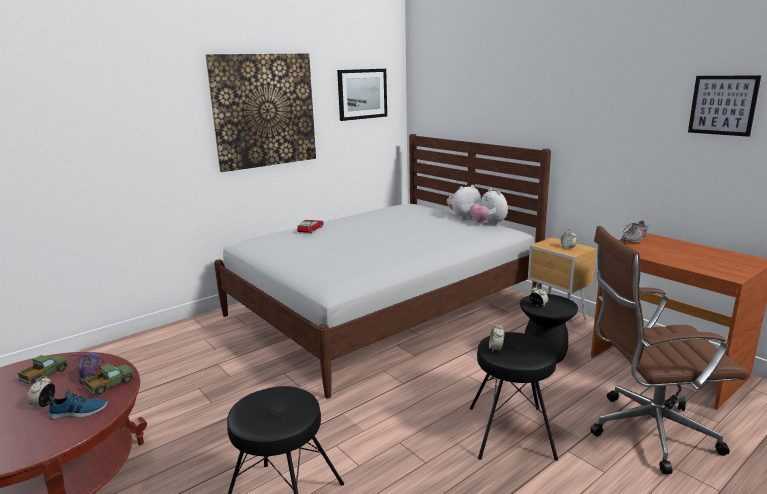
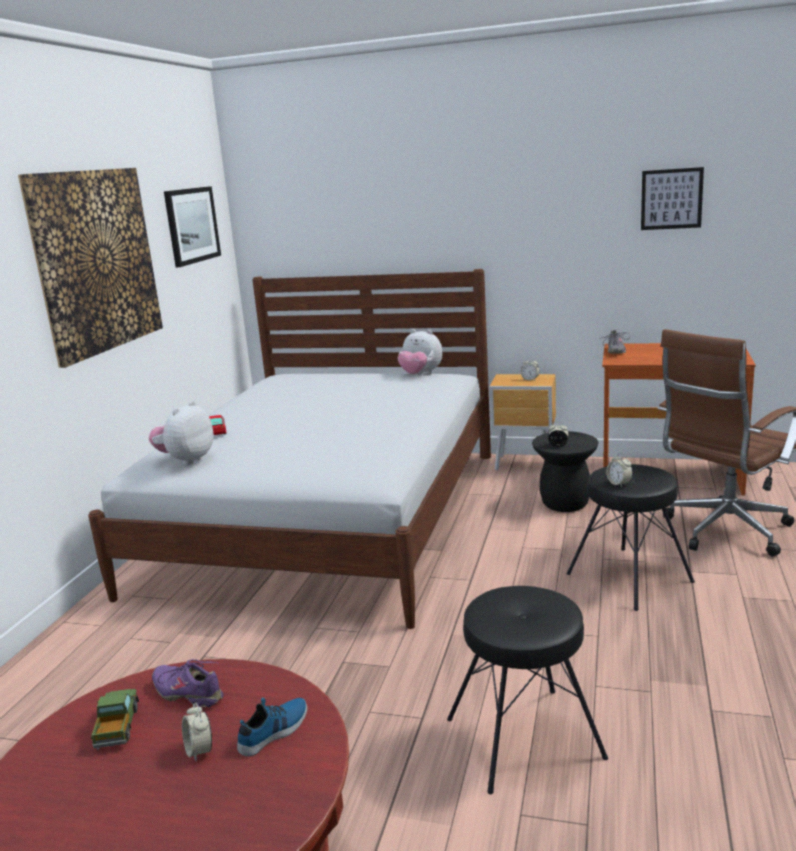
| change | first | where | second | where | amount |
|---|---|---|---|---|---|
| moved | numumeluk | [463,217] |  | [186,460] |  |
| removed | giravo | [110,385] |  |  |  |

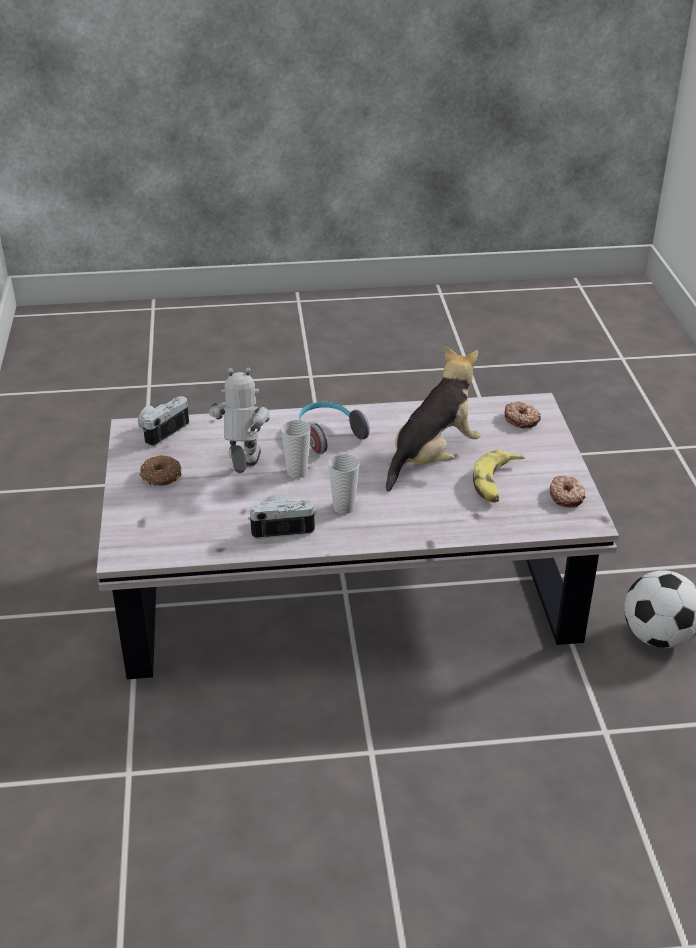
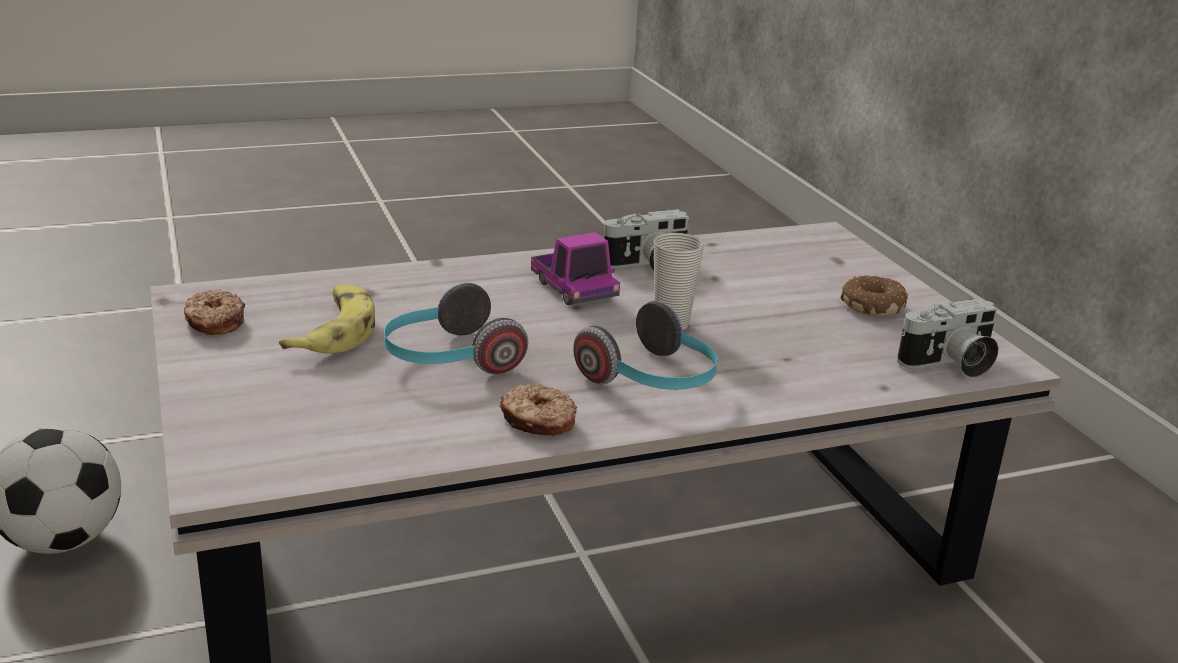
| change | first | where | second | where | amount |
|---|---|---|---|---|---|
| replaced | numumeluk | [432,458] | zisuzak | [448,359] |  |
| moved | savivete | [521,419] |  | [538,421] |  |
| replaced | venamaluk | [343,507] | giravo | [573,289] |  |
| turned | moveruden | [162,430] |  | [950,364] | 45 degrees clockwise |
| removed | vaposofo | [243,470] |  |  |  |

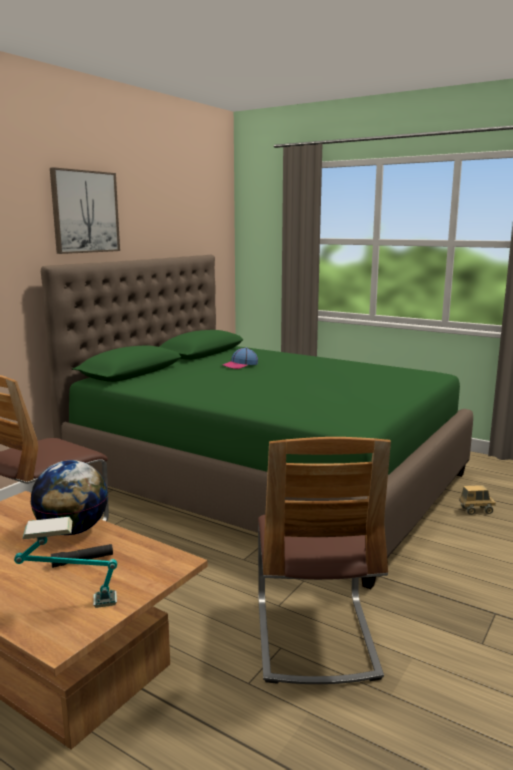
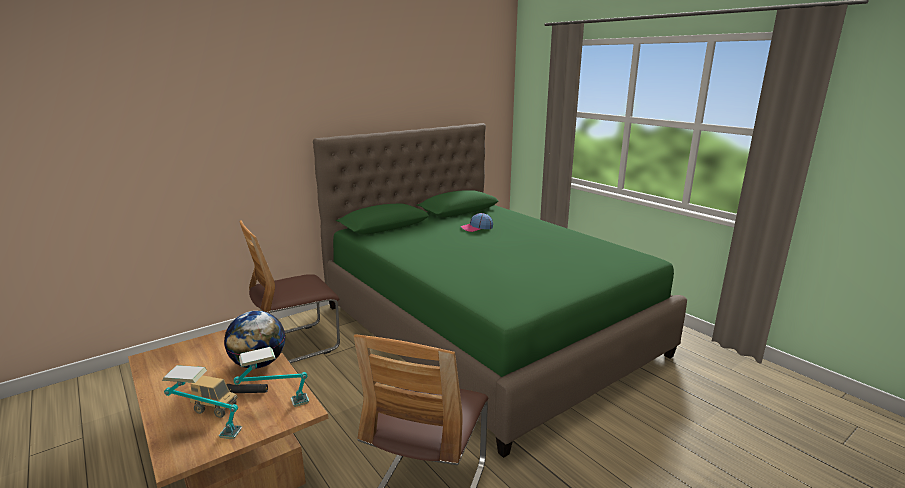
| change | first | where | second | where | amount |
|---|---|---|---|---|---|
| moved | giravo | [476,511] |  | [215,409] |  |
| added |  |  | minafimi | [275,407] |  |
| removed | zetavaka | [85,212] |  |  |  |

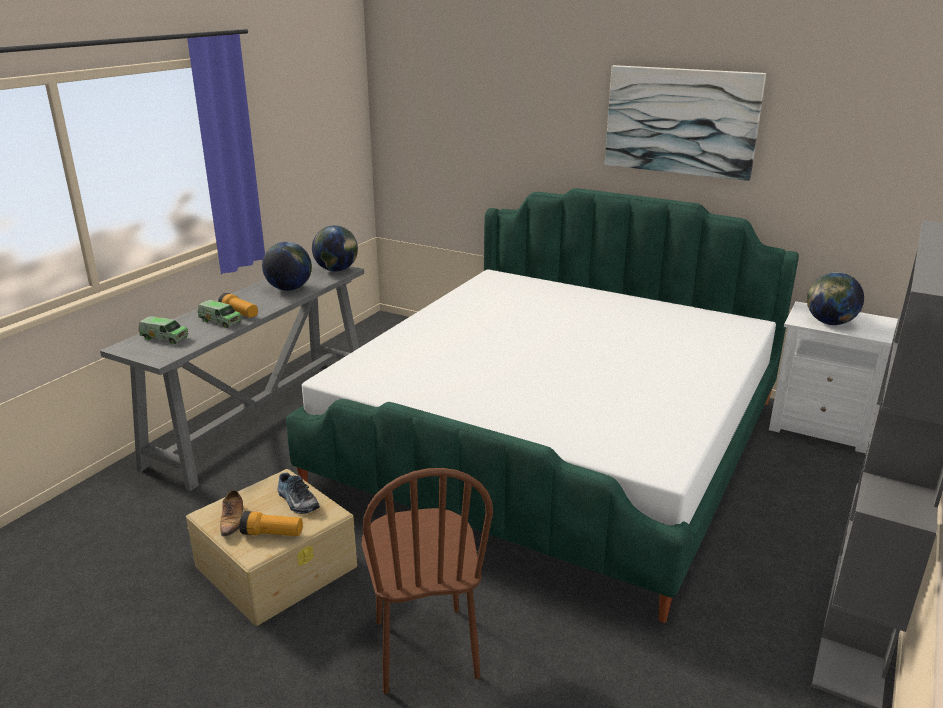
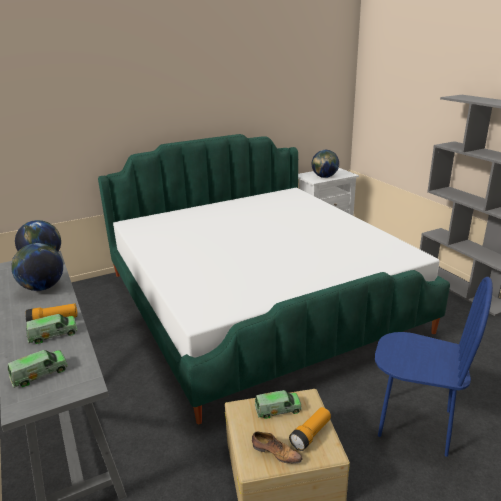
| change | first | where | second | where | amount |
|---|---|---|---|---|---|
| replaced | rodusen | [296,501] | giravo | [277,410] |  |
| recoloured | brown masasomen | [424,649] | blue masasomen | [415,423] |  |
| removed | zetavaka | [681,121] |  |  |  |

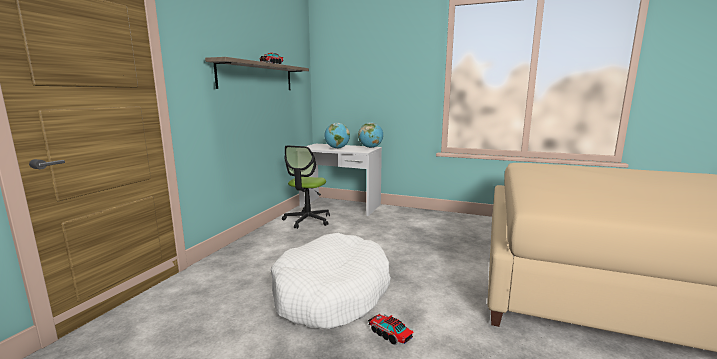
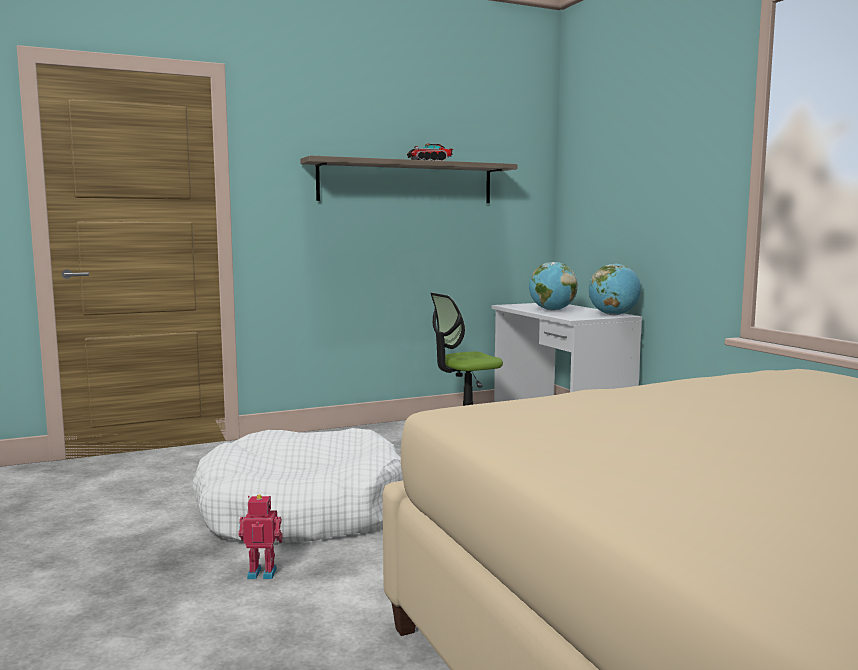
| change | first | where | second | where | amount |
|---|---|---|---|---|---|
| replaced | giravo | [389,335] | vaposofo | [262,572] |  |

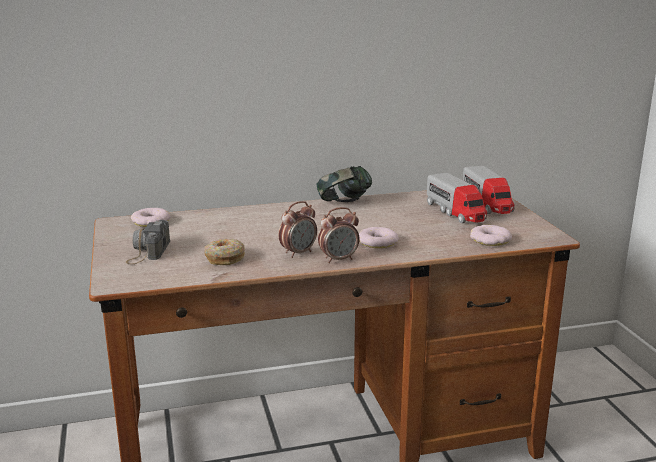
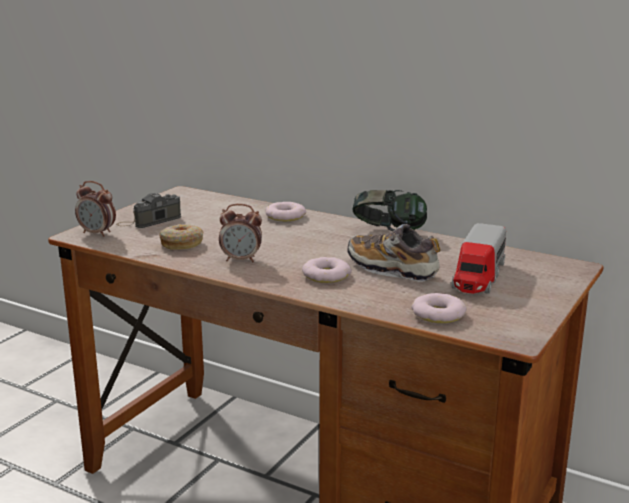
| change | first | where | second | where | amount |
|---|---|---|---|---|---|
| moved | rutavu | [338,259] |  | [97,233] |  |
| moved | savivete | [150,221] |  | [285,216] |  |
| added |  |  | rodusen | [392,269] |  |
| removed | giravo | [487,203] |  |  |  |

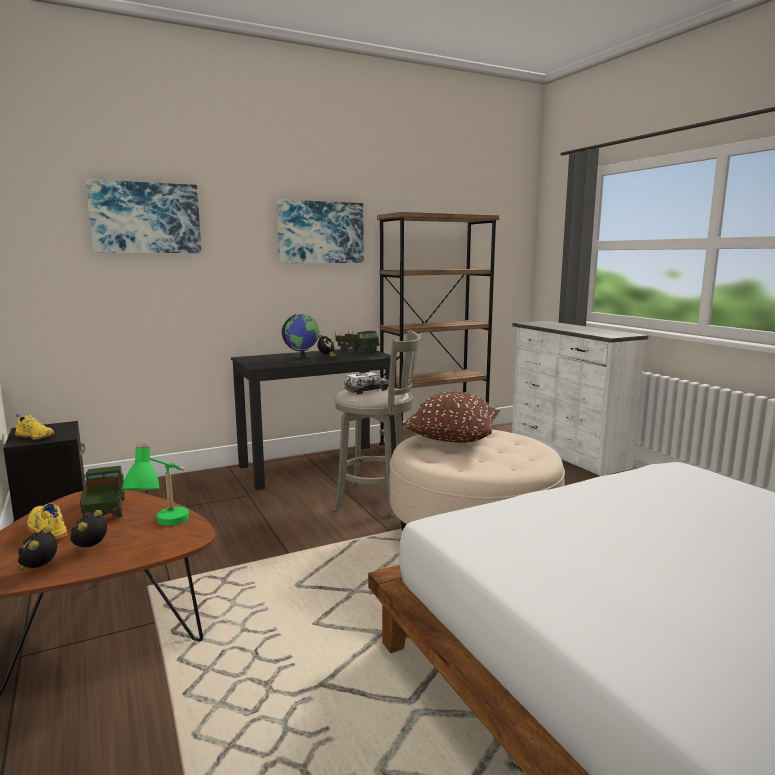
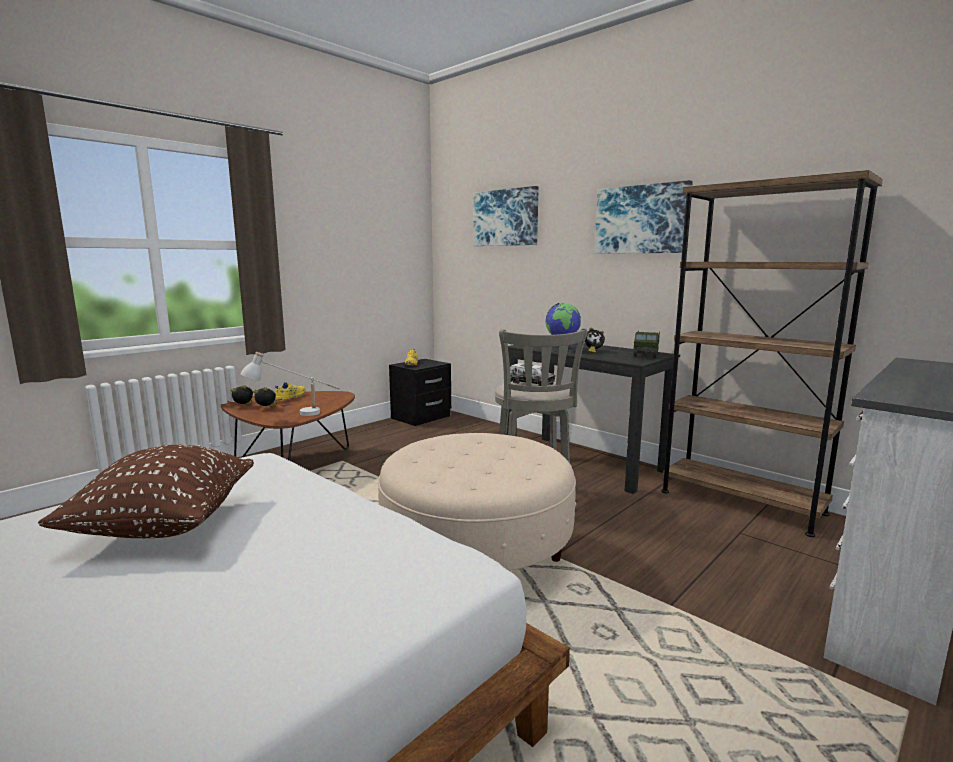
| change | first | where | second | where | amount |
|---|---|---|---|---|---|
| moved | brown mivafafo | [452,440] |  | [165,526] |  |
| recoloured | green minafimi | [166,529] | white minafimi | [294,415] |  |
| removed | giravo | [105,511] |  |  |  |

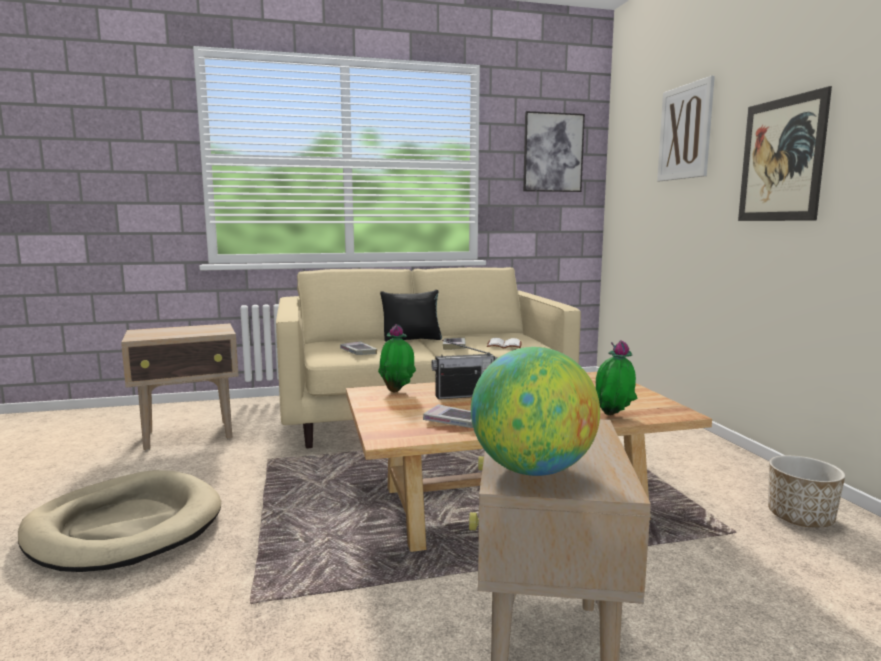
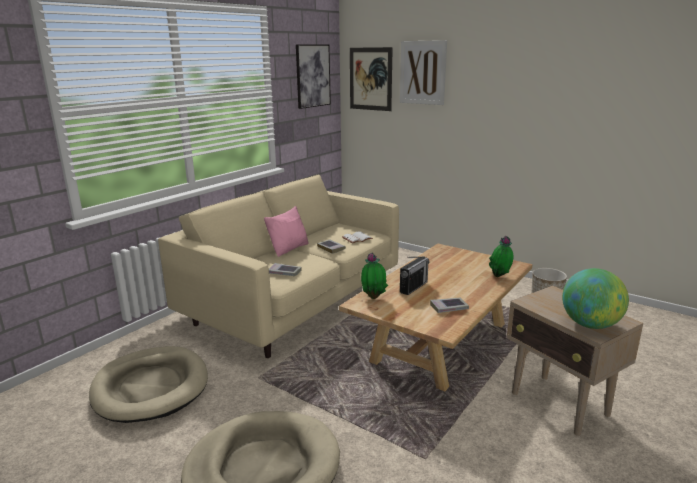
| change | first | where | second | where | amount |
|---|---|---|---|---|---|
| replaced | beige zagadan | [189,435] | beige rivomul | [151,387] |  |
| recoloured | black mivafafo | [412,339] | pink mivafafo | [288,249] |  |
| moved | zetavaka | [781,160] |  | [370,79] |  |

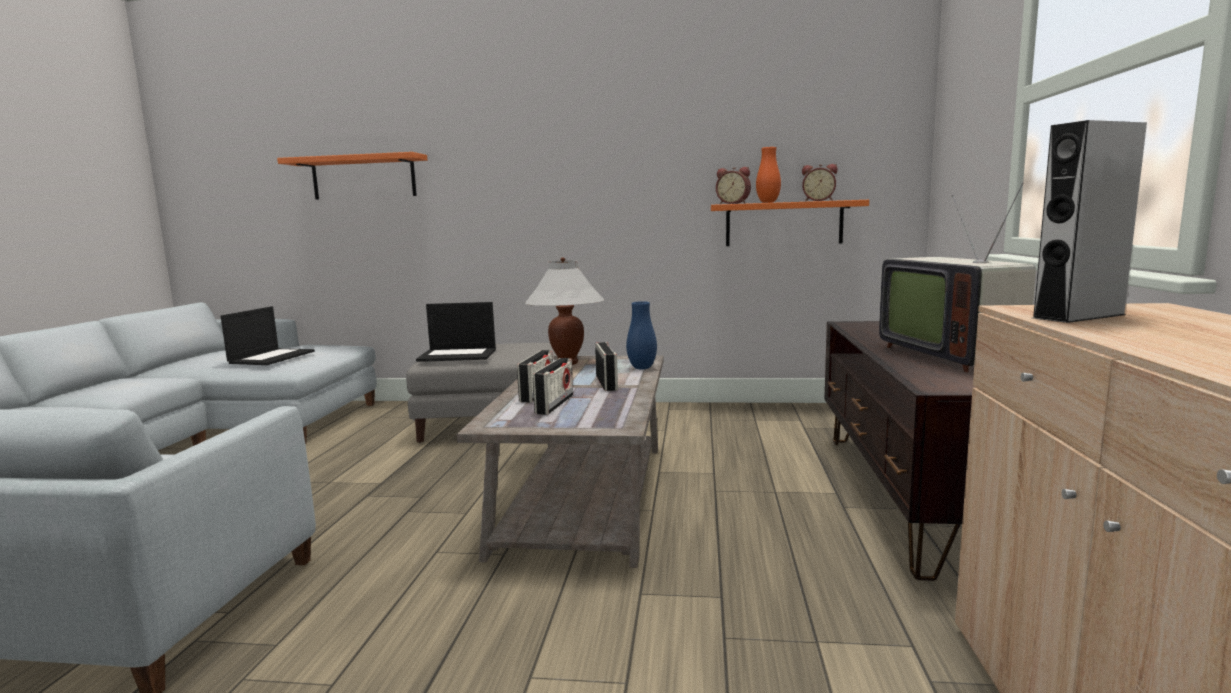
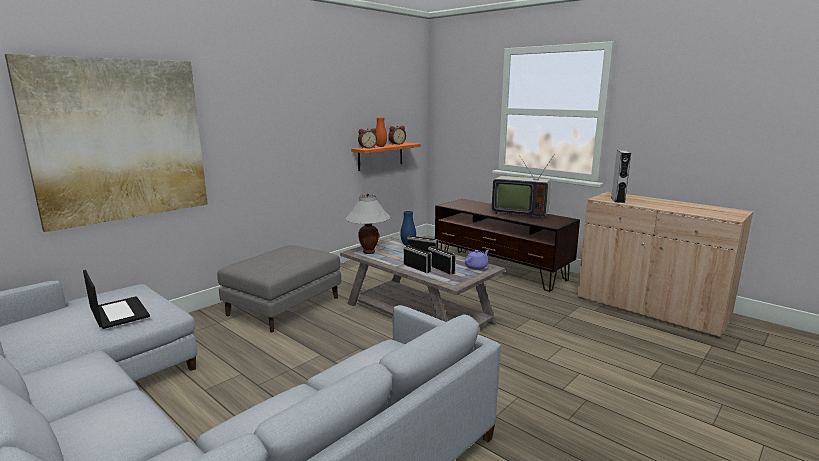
| change | first | where | second | where | amount |
|---|---|---|---|---|---|
| replaced | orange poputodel | [363,177] | zetavaka | [120,140] |  |
| added |  |  | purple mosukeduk | [476,267] |  |
| removed | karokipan | [458,355] |  |  |  |

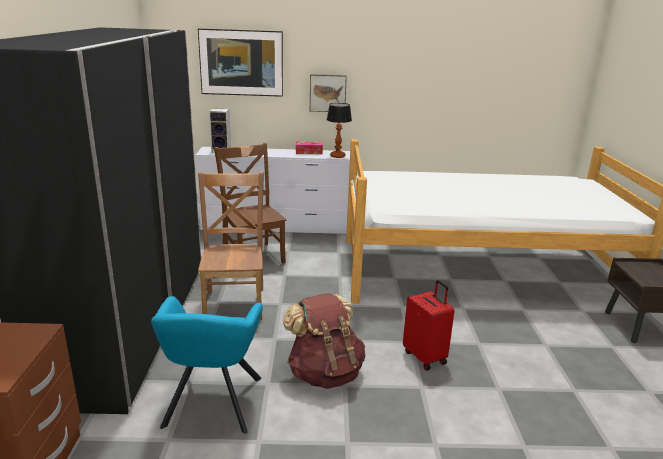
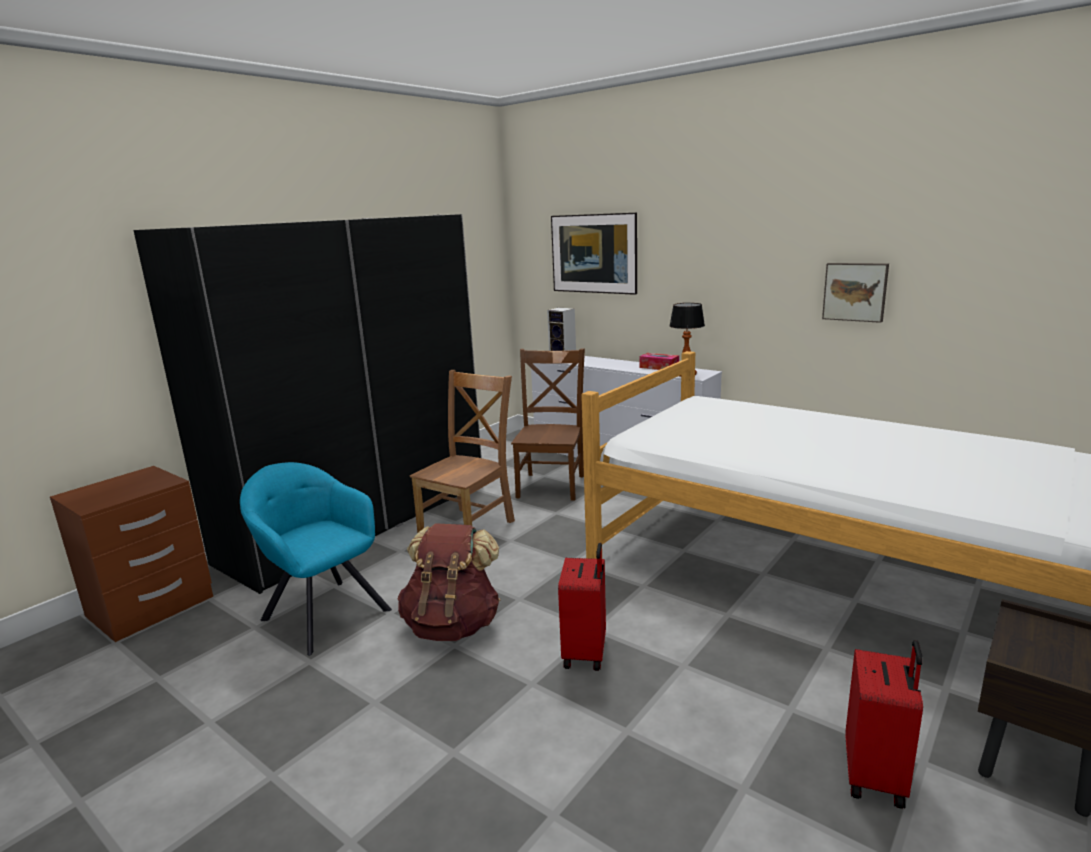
| change | first | where | second | where | amount |
|---|---|---|---|---|---|
| turned | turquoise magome | [212,404] |  | [323,613] | 90 degrees clockwise |
| moved | zetavaka | [327,93] |  | [855,291] |  |
| added |  |  | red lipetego | [876,776] |  |

